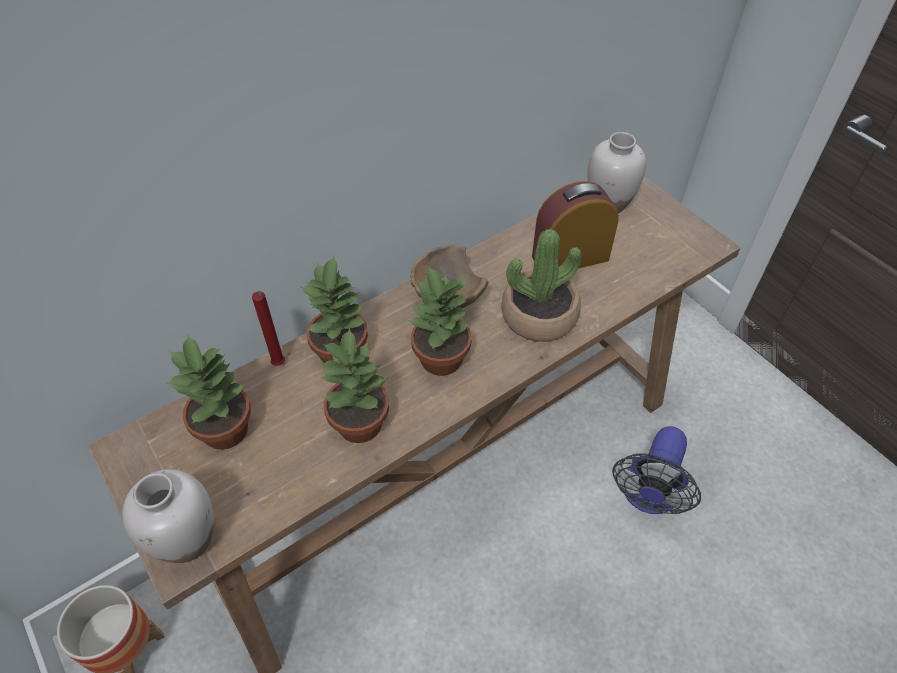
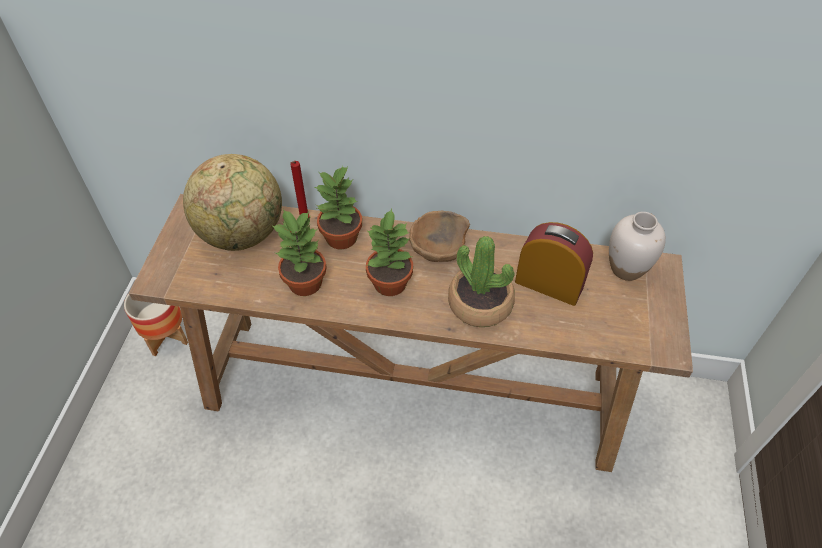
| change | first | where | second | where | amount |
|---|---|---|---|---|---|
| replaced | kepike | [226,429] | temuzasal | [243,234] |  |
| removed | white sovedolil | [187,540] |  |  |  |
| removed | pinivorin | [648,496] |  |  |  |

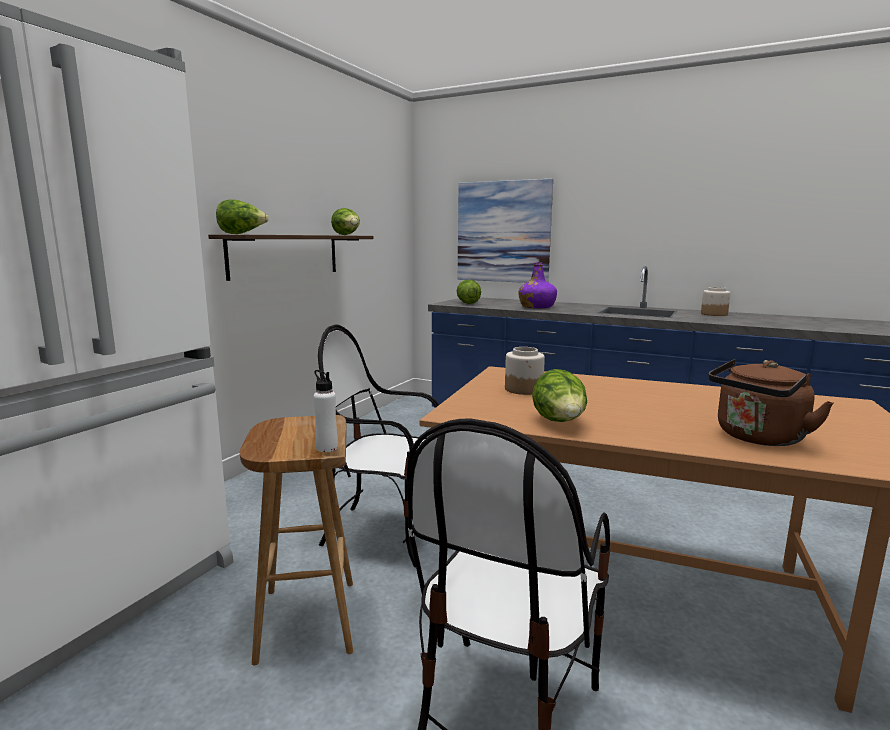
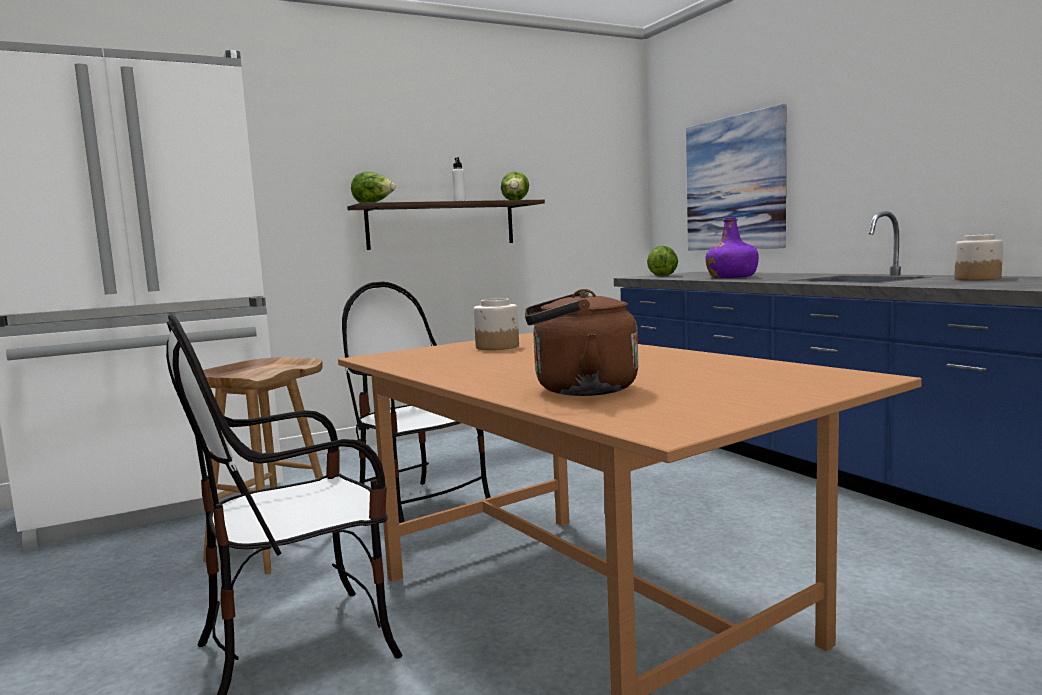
| change | first | where | second | where | amount |
|---|---|---|---|---|---|
| moved | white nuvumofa | [326,448] |  | [459,202] |  |
| removed | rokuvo | [560,423] |  |  |  |

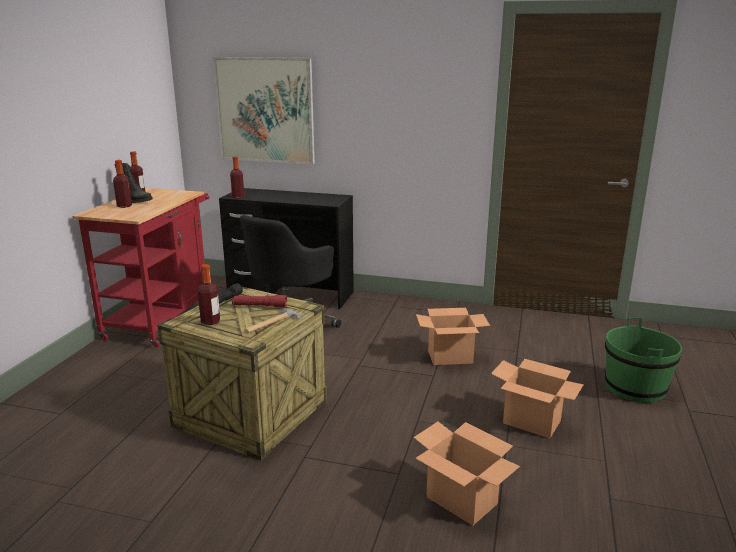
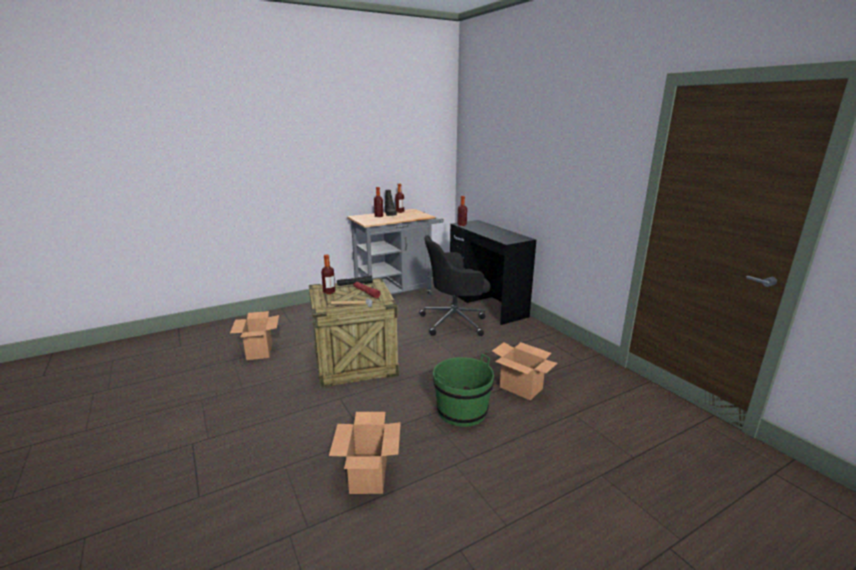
| change | first | where | second | where | amount |
|---|---|---|---|---|---|
| moved | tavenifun | [532,422] |  | [259,351] |  |
| recoloured | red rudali | [162,319] | grey rudali | [398,293] |  |
| moved | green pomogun | [635,388] |  | [462,411] |  |
| removed | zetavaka | [265,110] |  |  |  |

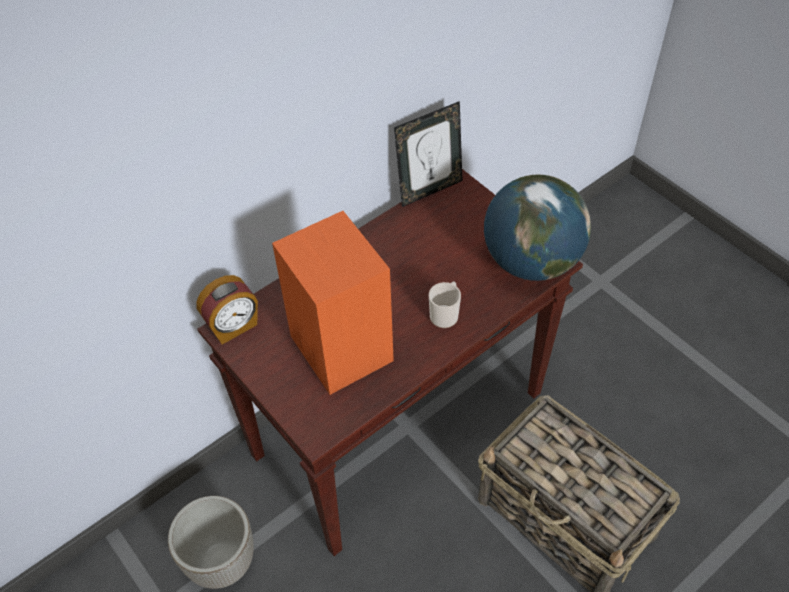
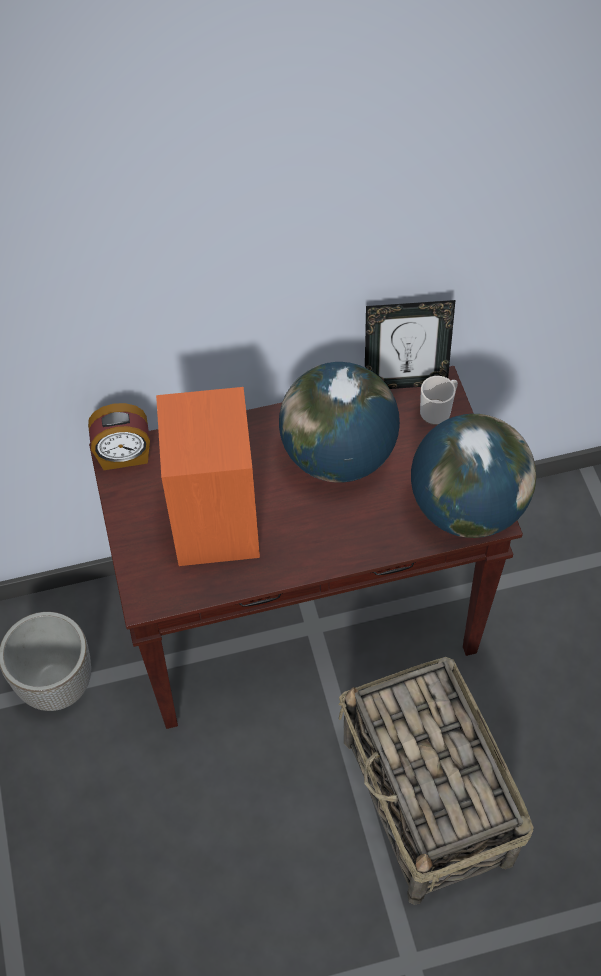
| change | first | where | second | where | amount |
|---|---|---|---|---|---|
| added |  |  | temuzasal | [339,455] |  |
| moved | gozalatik | [445,314] |  | [438,411] |  |

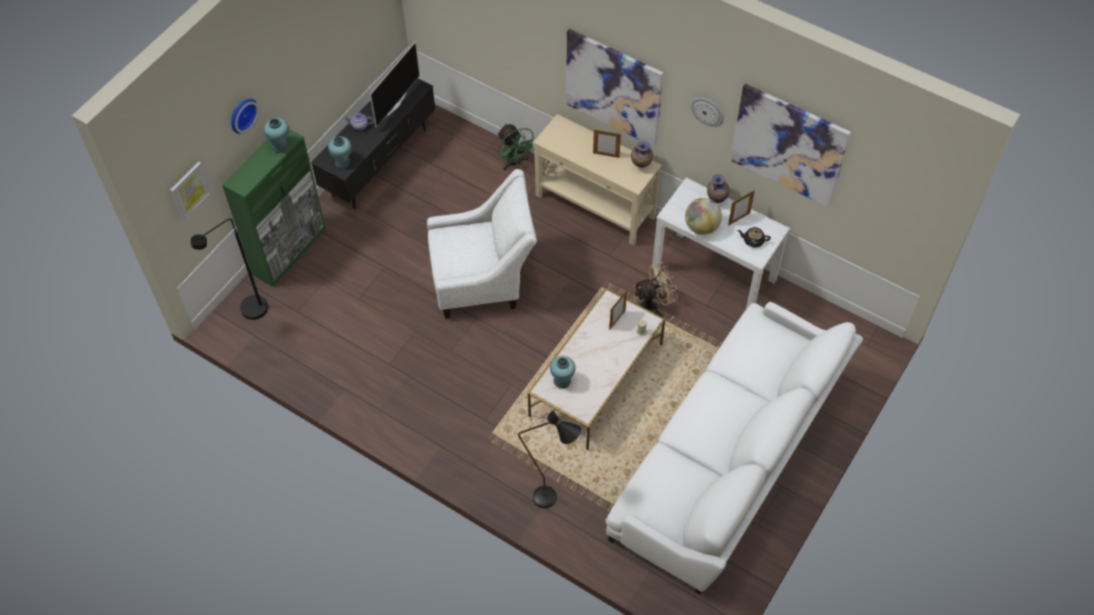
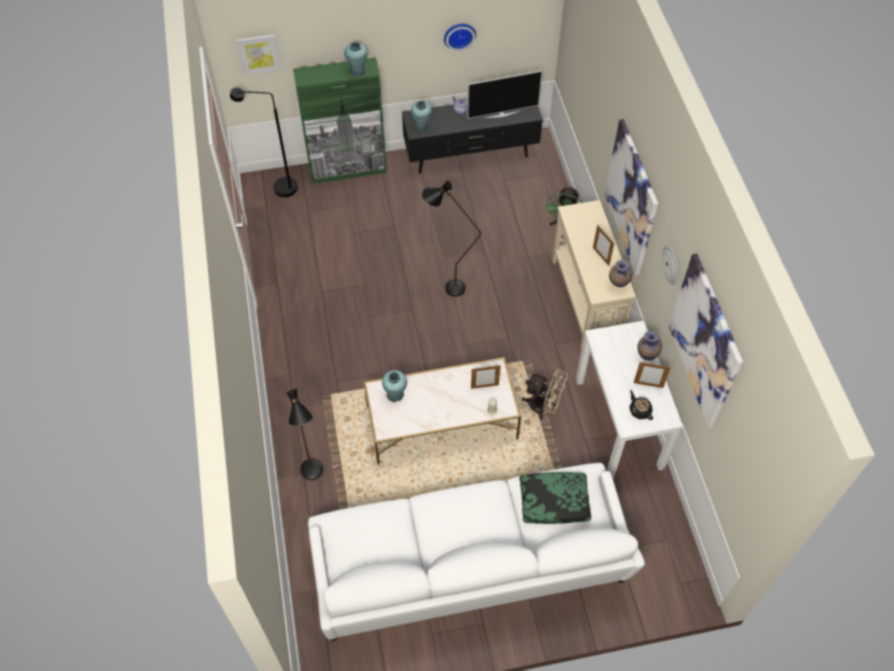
| change | first | where | second | where | amount |
|---|---|---|---|---|---|
| replaced | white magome | [483,279] | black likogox | [447,287] |  |
| moved | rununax | [241,114] |  | [459,35] |  |
| added |  |  | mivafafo | [553,501] |  |
| removed | temuzasal | [701,227] |  |  |  |

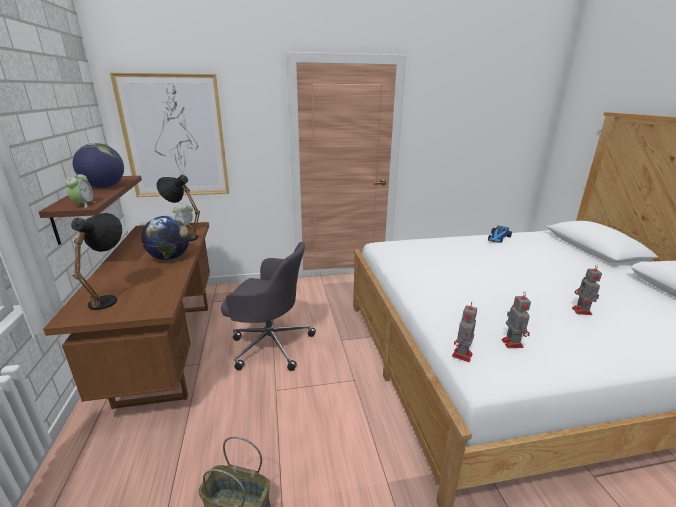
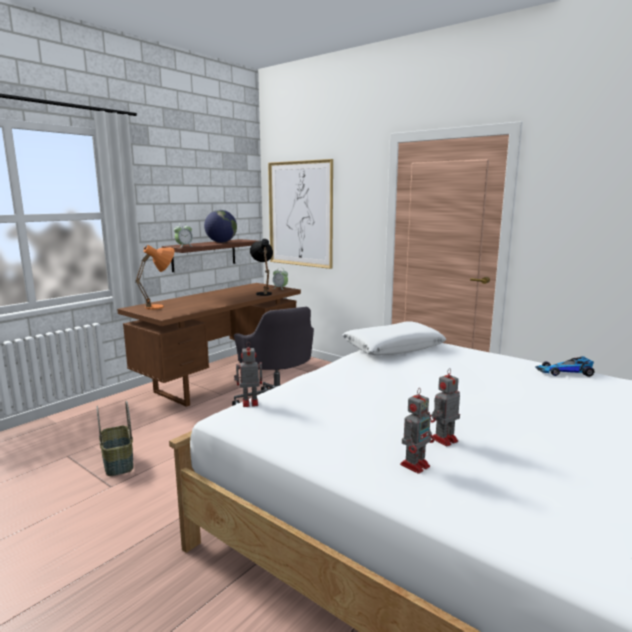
| change | first | where | second | where | amount |
|---|---|---|---|---|---|
| recoloured | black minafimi | [110,298] | orange minafimi | [161,306] |  |
| added |  |  | white mivafafo | [393,348] |  |
| moved | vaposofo | [511,343] |  | [415,465] |  |
| removed | temuzasal | [170,257] |  |  |  |

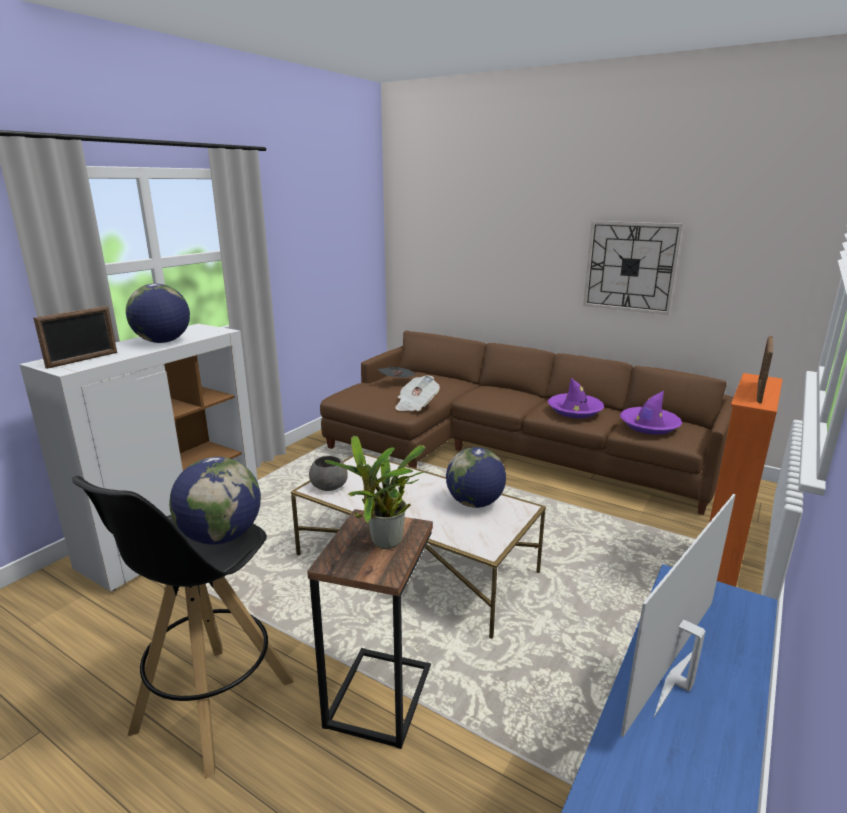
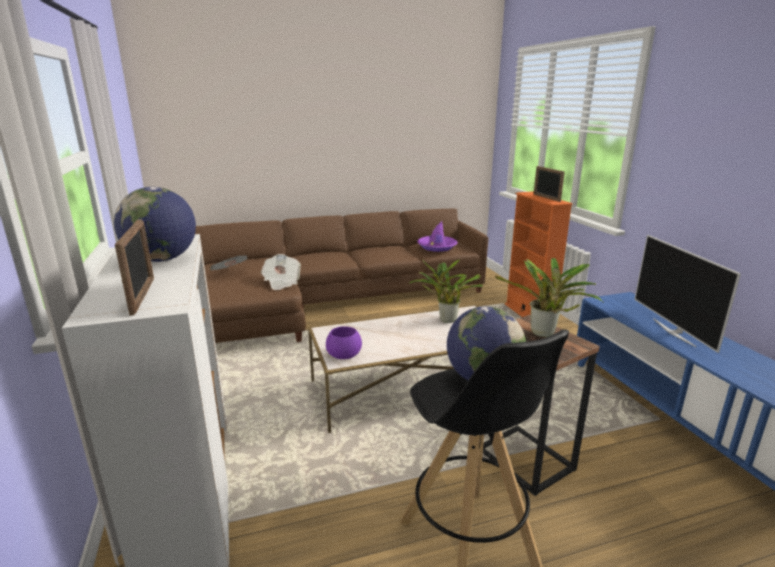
| change | first | where | second | where | amount |
|---|---|---|---|---|---|
| recoloured | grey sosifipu | [329,486] | purple sosifipu | [345,354] |  |
| replaced | temuzasal | [475,503] | kepike | [445,319] |  |
| removed | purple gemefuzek | [574,410] |  |  |  |
| removed | rununax | [630,267] |  |  |  |

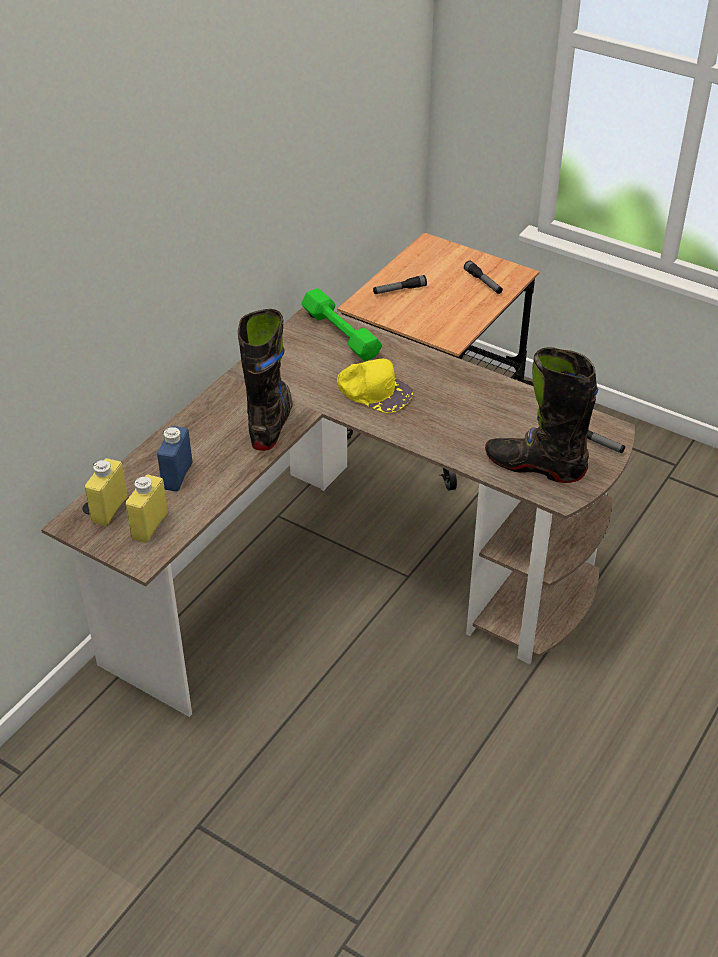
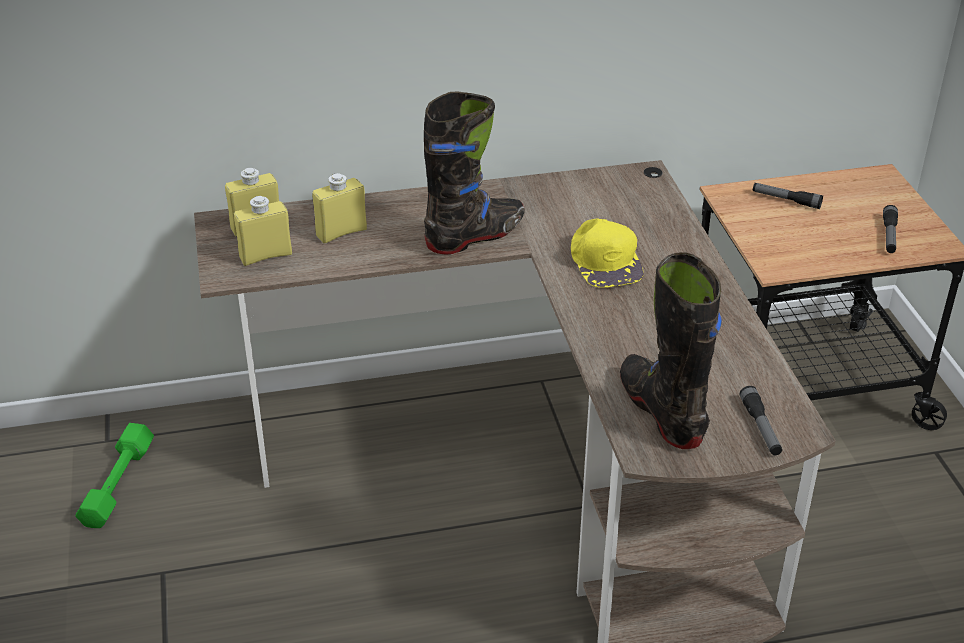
| change | first | where | second | where | amount |
|---|---|---|---|---|---|
| moved | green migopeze | [341,333] |  | [118,484] |  |
| recoloured | blue nuvumofa | [177,476] | yellow nuvumofa | [341,232] |  |

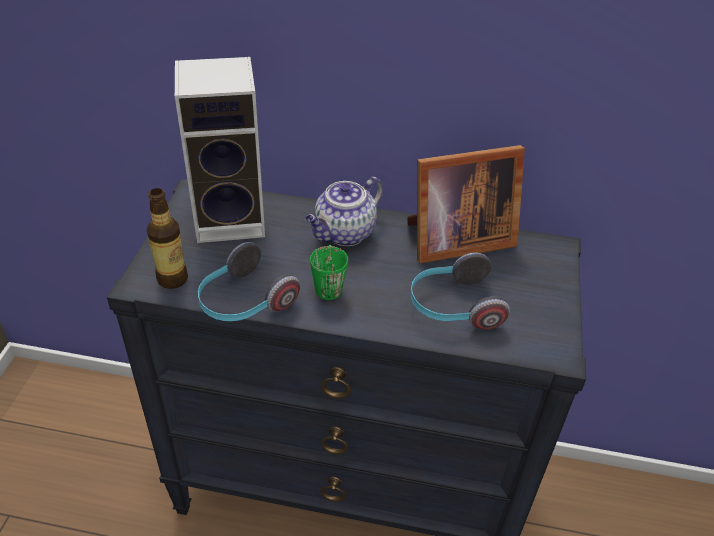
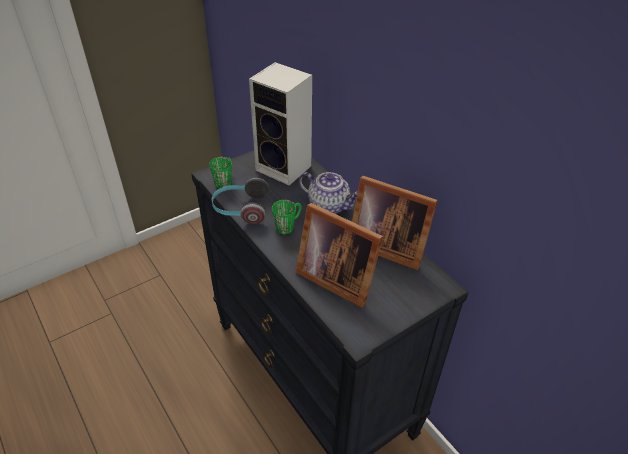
| change | first | where | second | where | amount |
|---|---|---|---|---|---|
| replaced | nuvumofa | [172,279] | green gozalatik | [225,180] |  |
| replaced | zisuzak | [453,306] | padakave | [335,276] |  |
| turned | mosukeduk | [344,234] |  | [329,206] | 150 degrees counterclockwise |

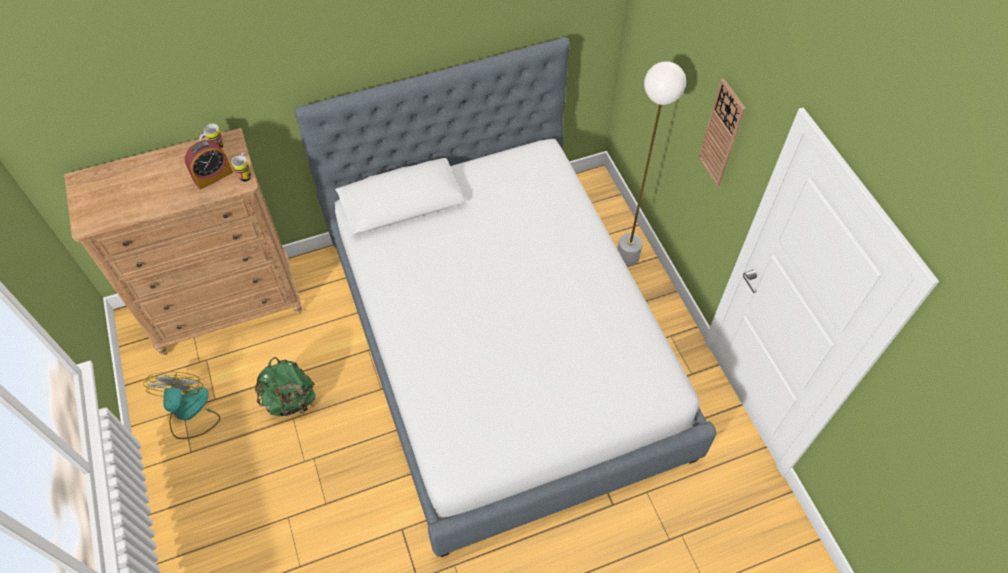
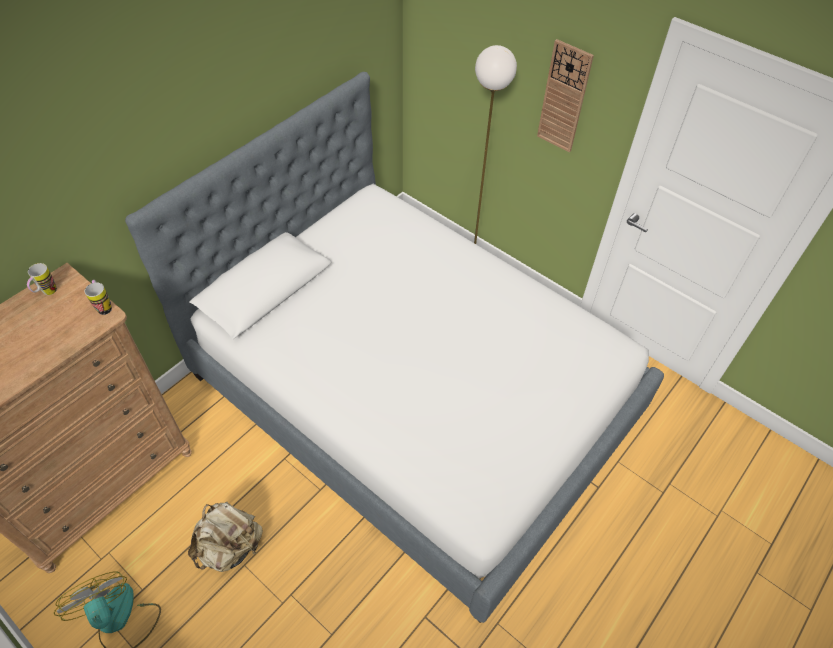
| change | first | where | second | where | amount |
|---|---|---|---|---|---|
| recoloured | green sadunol | [290,400] | beige sadunol | [230,547] |  |
| removed | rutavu | [213,176] |  |  |  |

